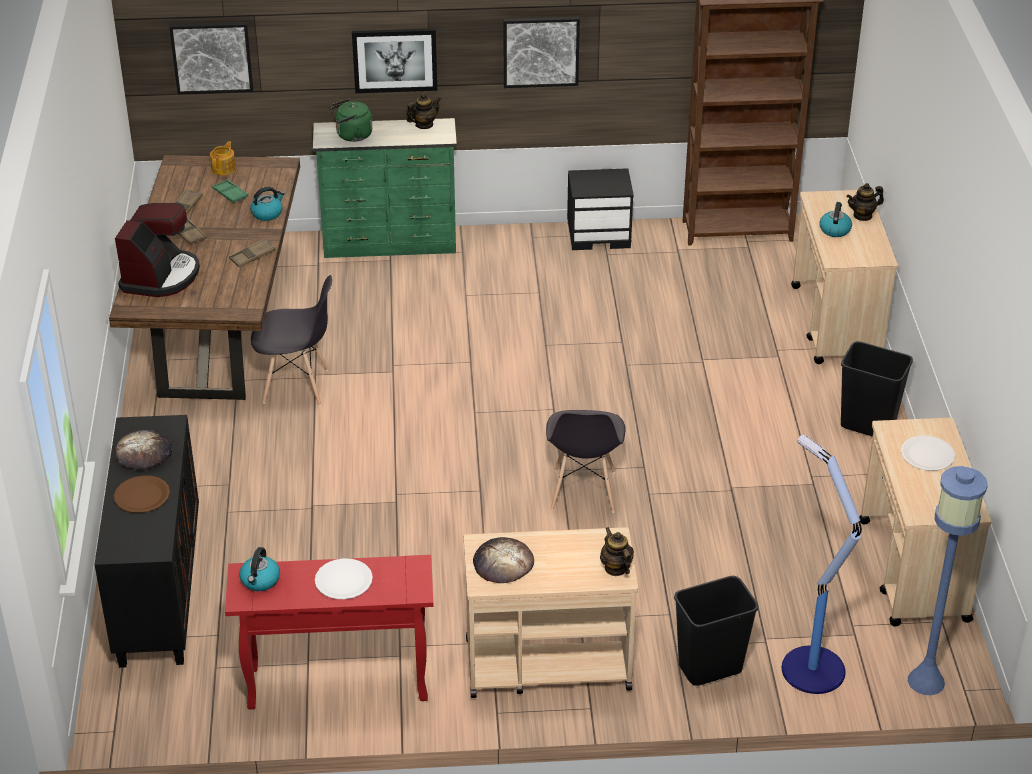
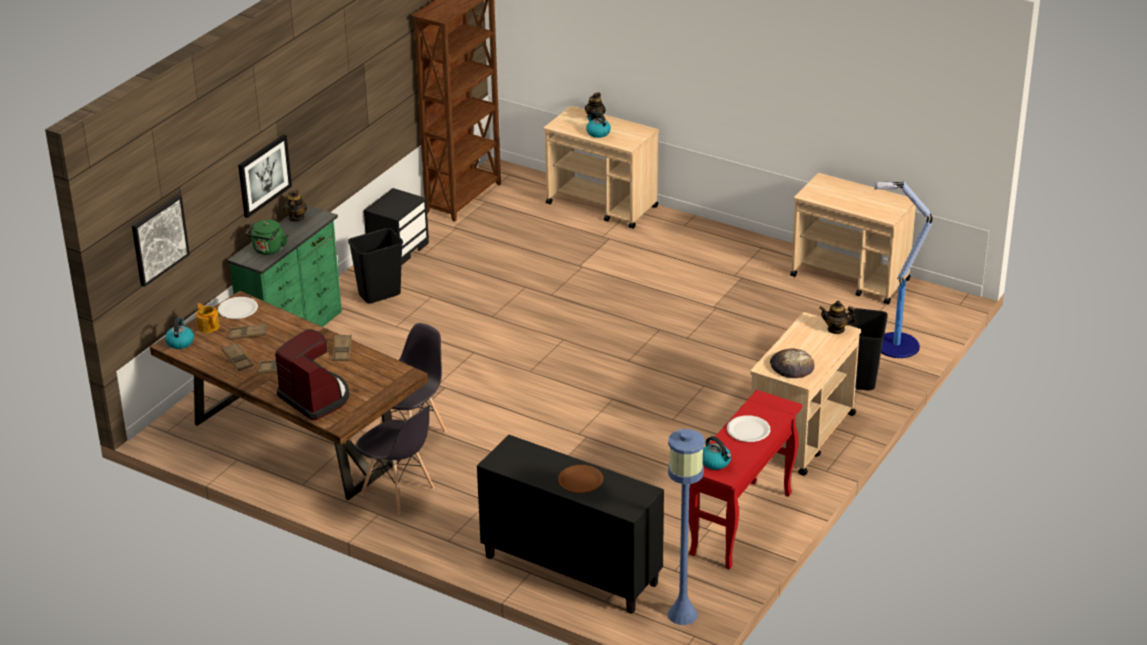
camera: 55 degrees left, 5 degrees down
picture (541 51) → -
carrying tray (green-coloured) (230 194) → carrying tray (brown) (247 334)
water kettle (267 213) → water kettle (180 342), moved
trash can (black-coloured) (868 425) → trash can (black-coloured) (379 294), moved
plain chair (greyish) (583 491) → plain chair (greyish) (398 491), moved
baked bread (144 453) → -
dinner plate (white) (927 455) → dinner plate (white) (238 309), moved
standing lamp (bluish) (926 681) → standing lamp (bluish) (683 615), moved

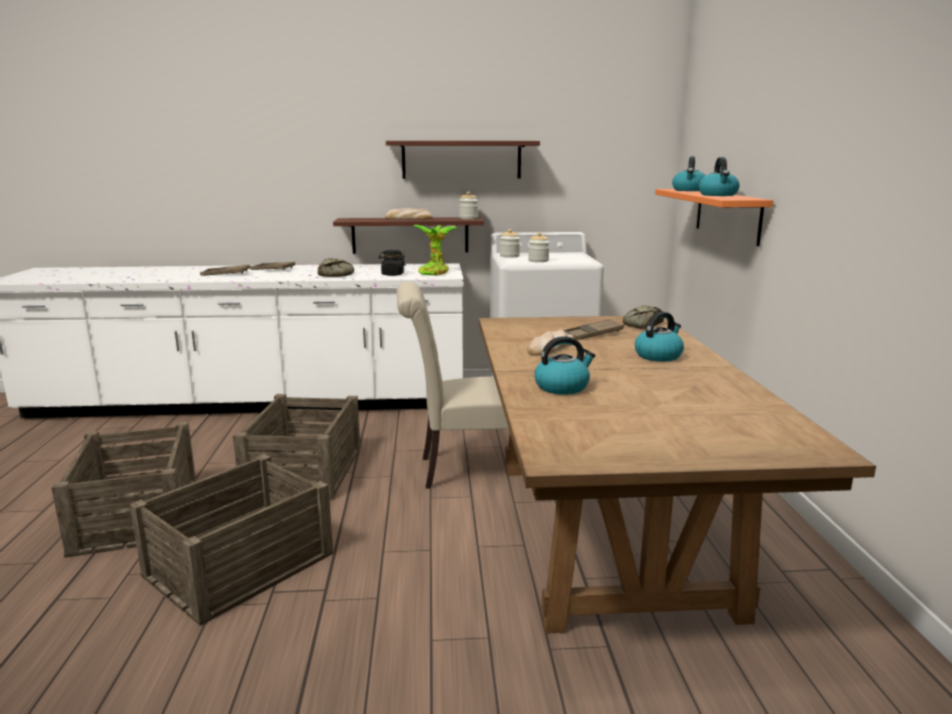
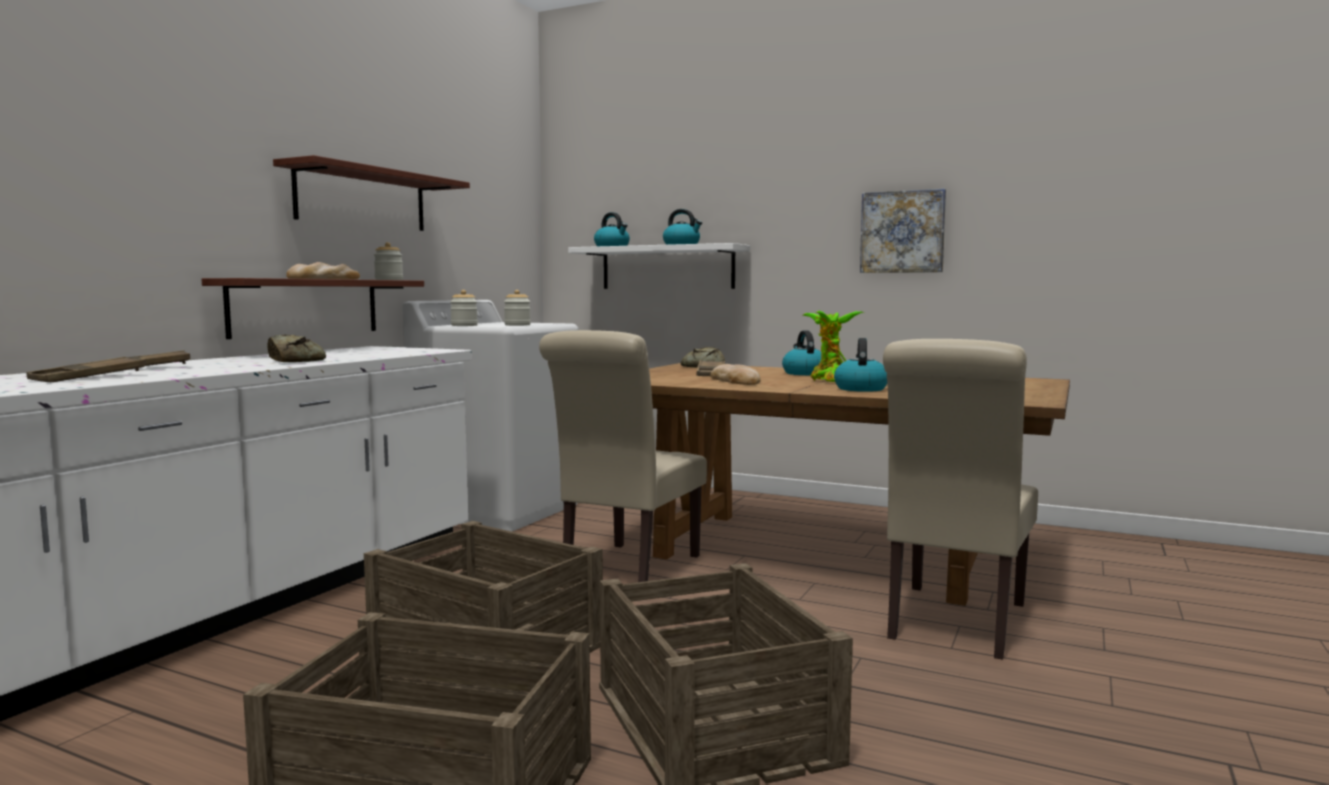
camera: 60 degrees left, 10 degrees down
wall shelf (orange-coloured) (727 215) → wall shelf (white) (667 268)
plant in a pot (434 272) → plant in a pot (831 381), moved
storage jar (black-coloured) (392 274) → -
- → picture (902 232)
- → plain chair (beige-coloured) (953 624)

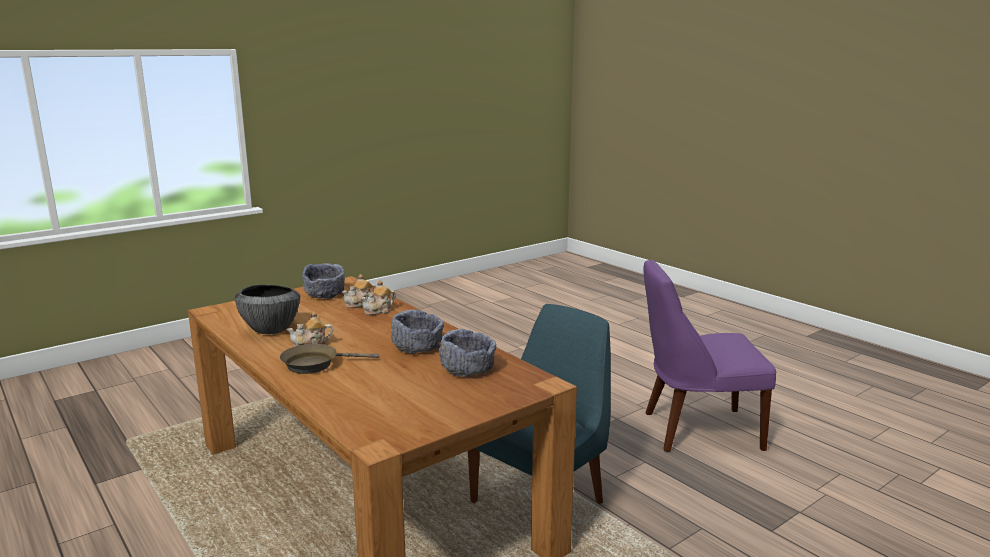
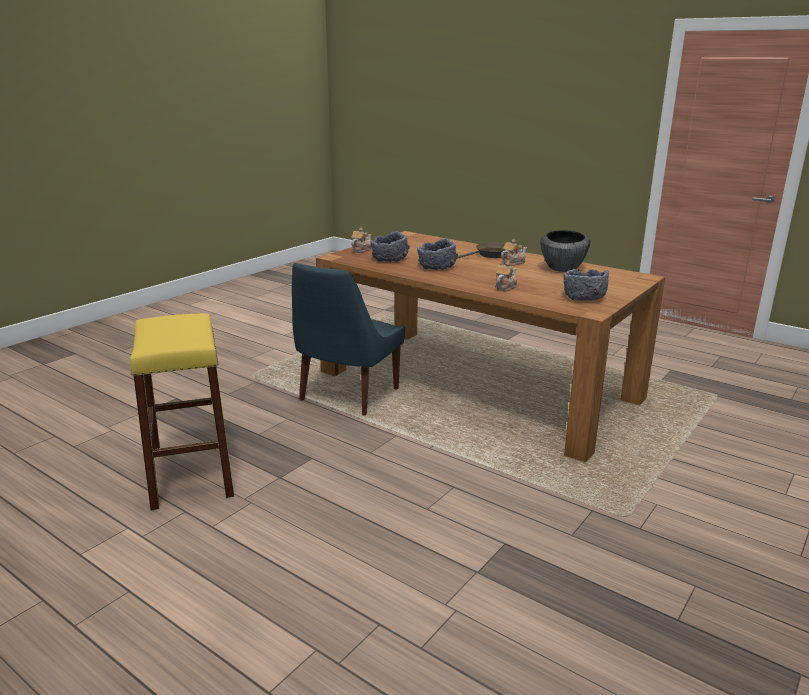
camera: 165 degrees right, 5 degrees up
plain chair (purple) (696 430) → sitting stool (yellow) (191 474)
teapot (360 304) → teapot (361 250), moved

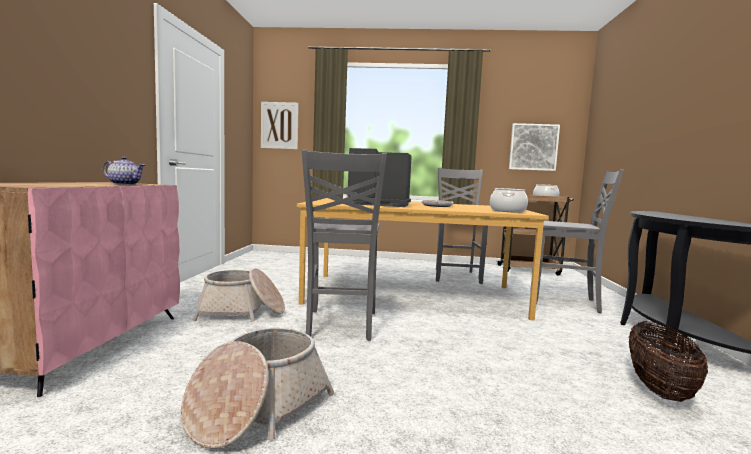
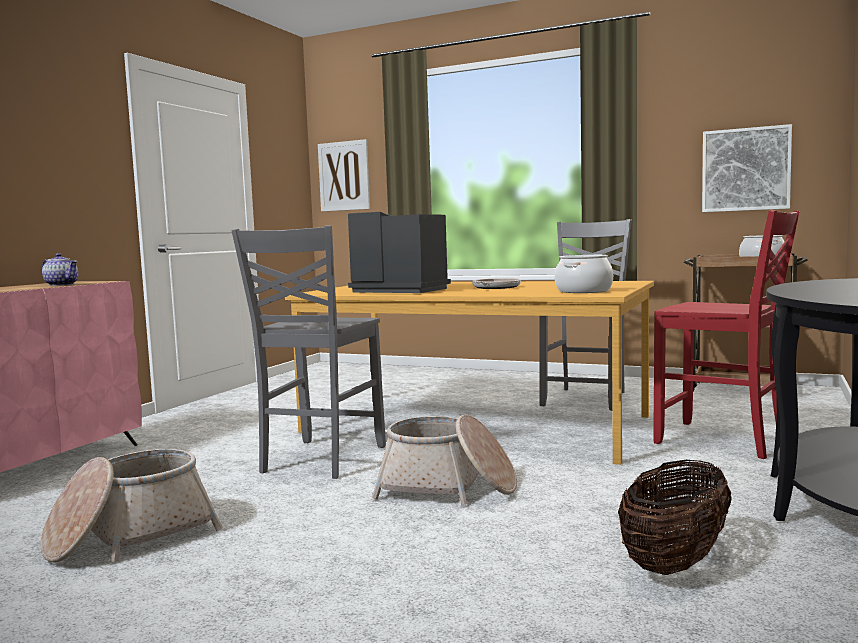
camera: 20 degrees right, 0 degrees up
plain chair (greyish) (565 302) → plain chair (reddish) (723 441)
storage basket (242 312) → storage basket (447 488), moved

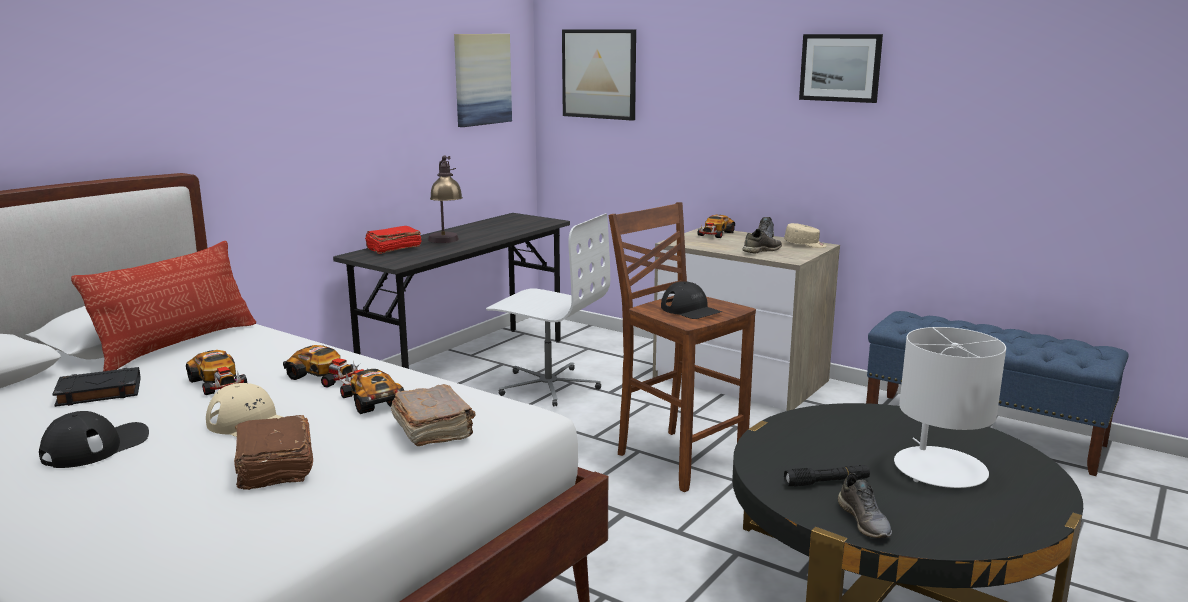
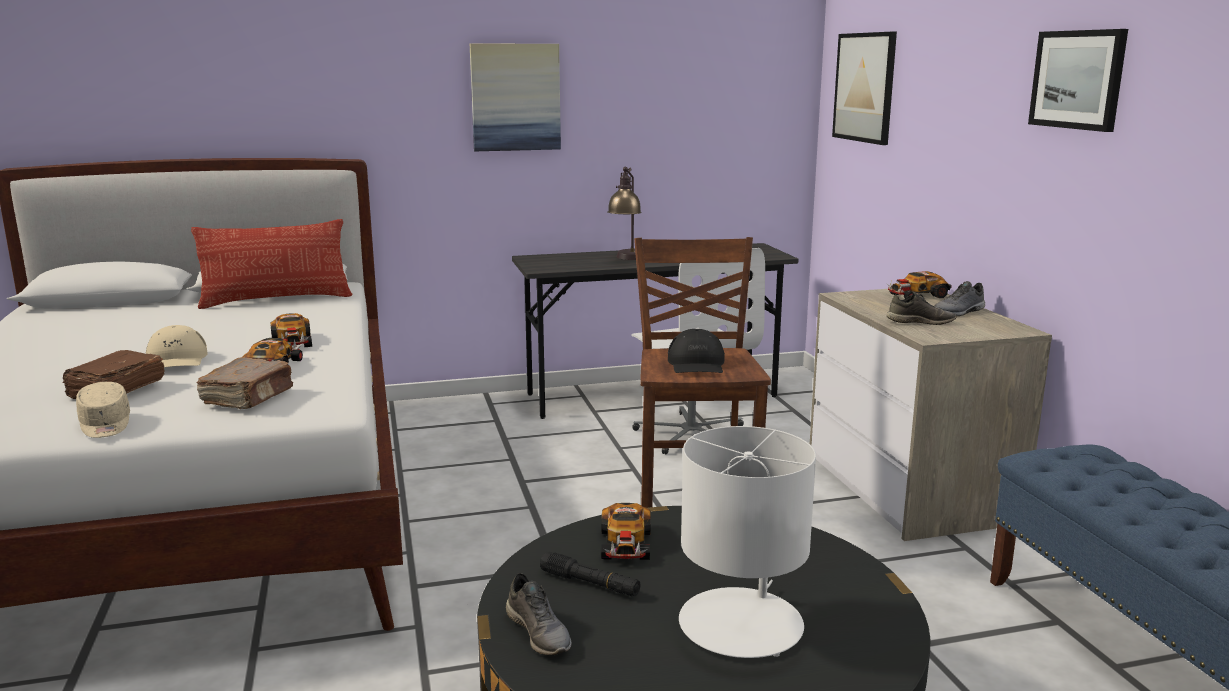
camera: 40 degrees right, 0 degrees up
picture (482 79) → picture (515 97), moved
cap (beige-coloured) (805 245) → cap (beige-coloured) (105 425), moved
volume (reddish) (393 249) → -
toy car (218 383) → toy car (625 545), moved
volume (black-coloured) (98 392) → -
cap (black-coloured) (96 447) → -
shoe (greyish) (865 521) → shoe (greyish) (540 632), 60 degrees counterclockwise

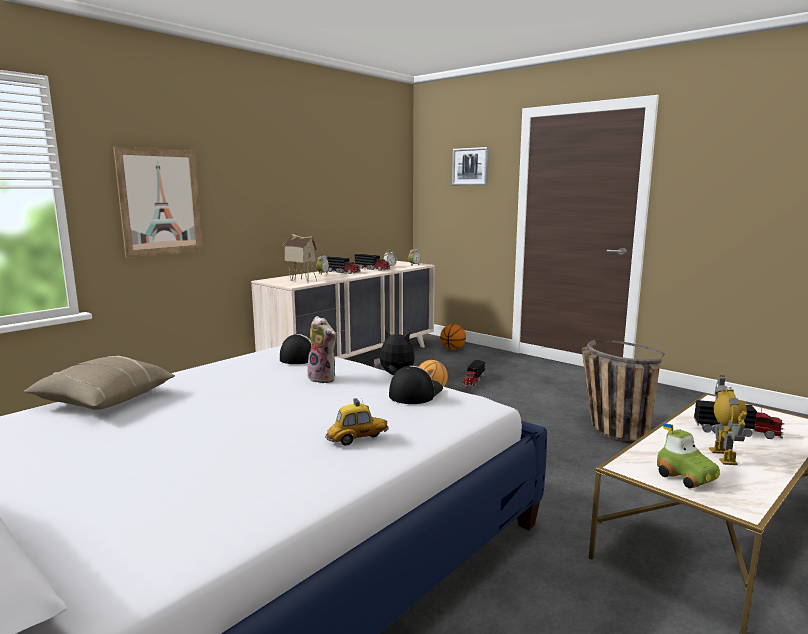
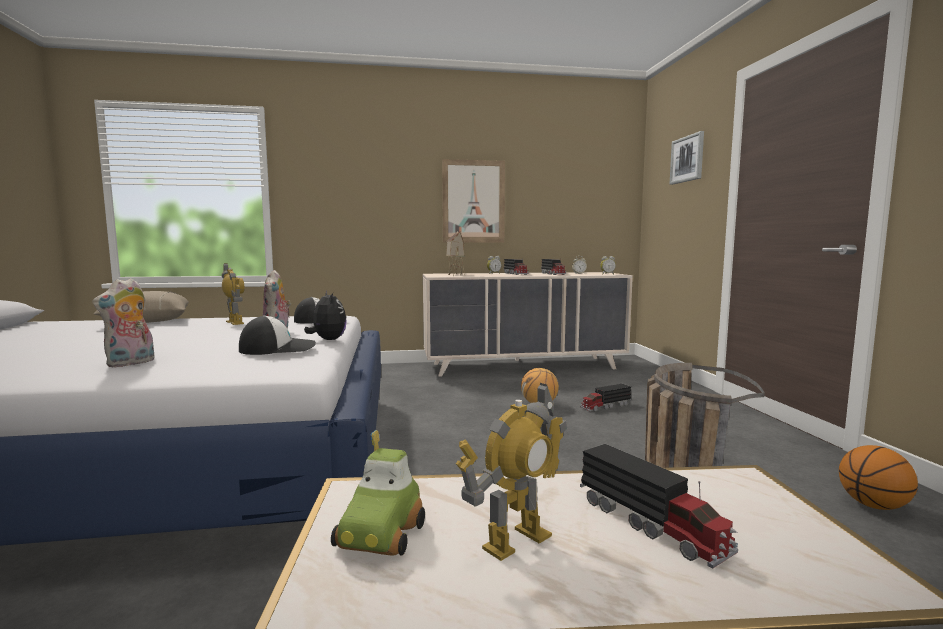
camera: 40 degrees right, 5 degrees down
picture (160 202) → picture (473 201), moved
basketball (453 349) → basketball (873 505), moved
toy car (357 439) → soft toy (131 363)
- → robot figure (235 322)

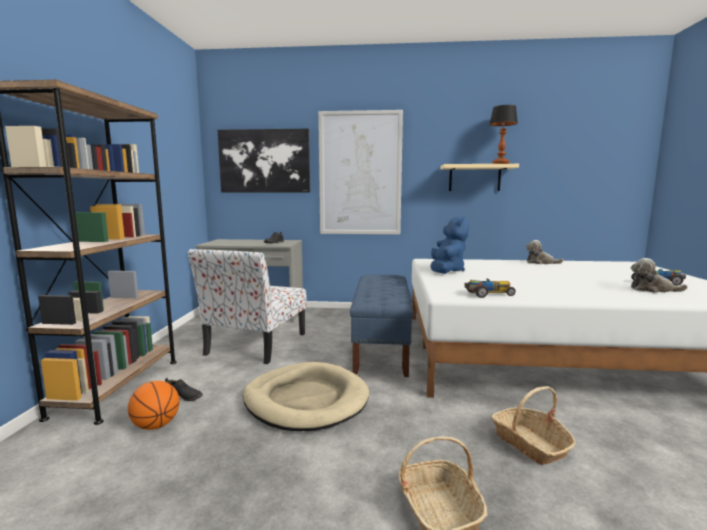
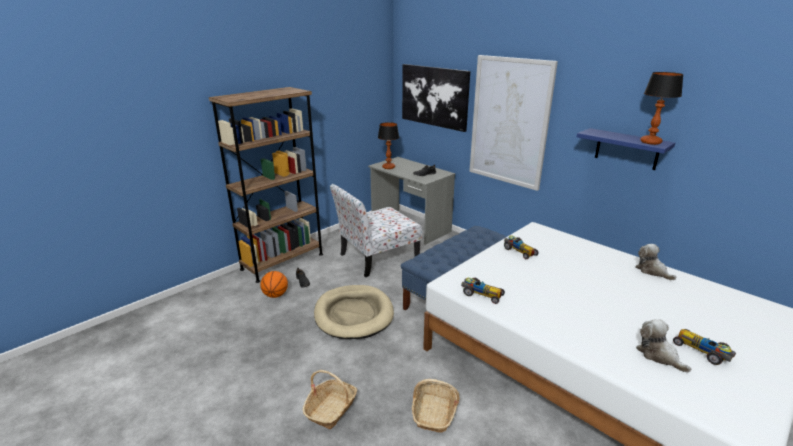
camera: 40 degrees right, 15 degrees up
wall shelf (beige-coloured) (474 178) → wall shelf (bluish) (627 149)
soft toy (bluish) (446 270) → toy car (519 251)
- → tabletop lamp (388 167)

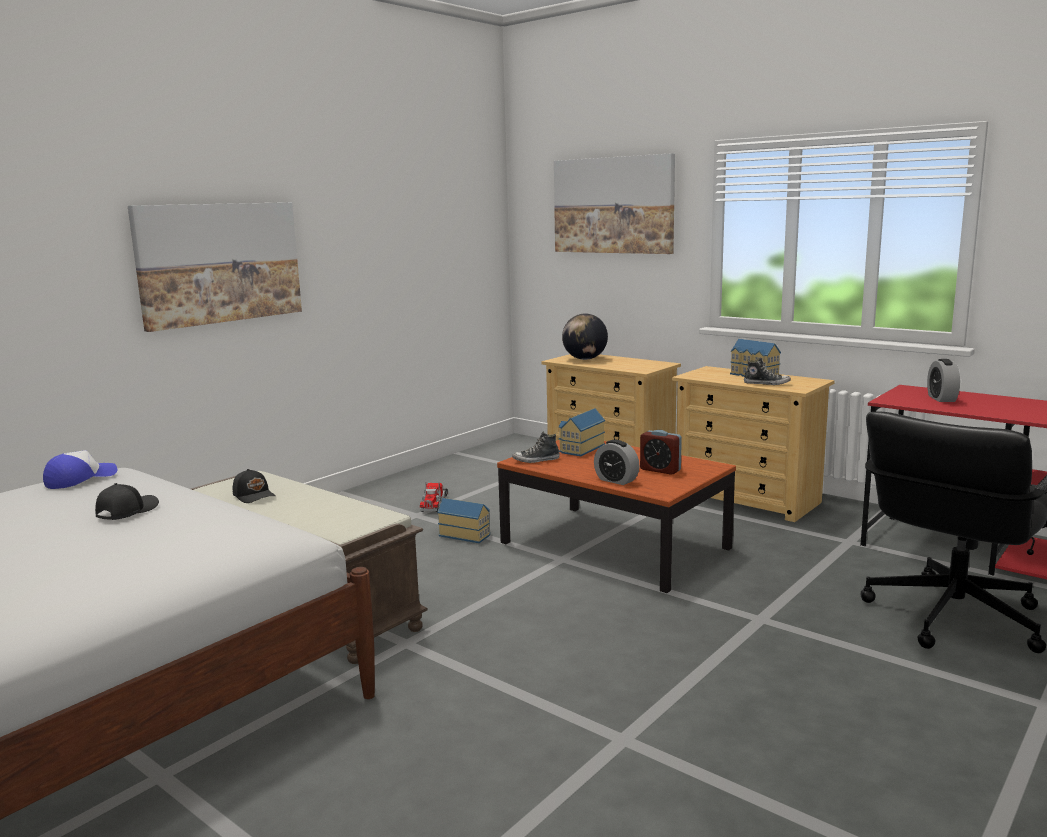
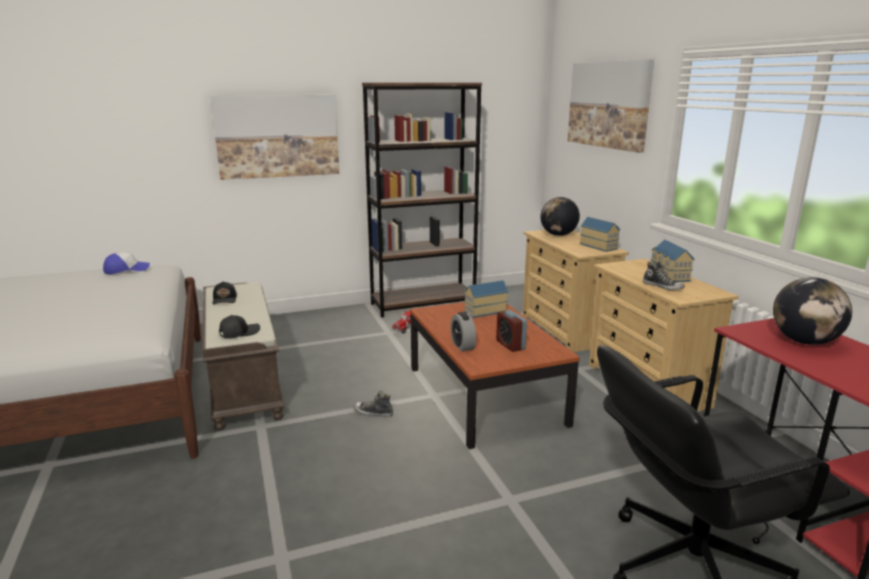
camera: 30 degrees right, 5 degrees up
alarm clock (941 398) → world globe (804 341)
shoe (536 460) → shoe (373 413), moved
cap (black-coloured) (126 511) → cap (black-coloured) (239 332), moved
toy house (465 534) → toy house (599 246), moved
- → bookshelf (brown) (423 304)

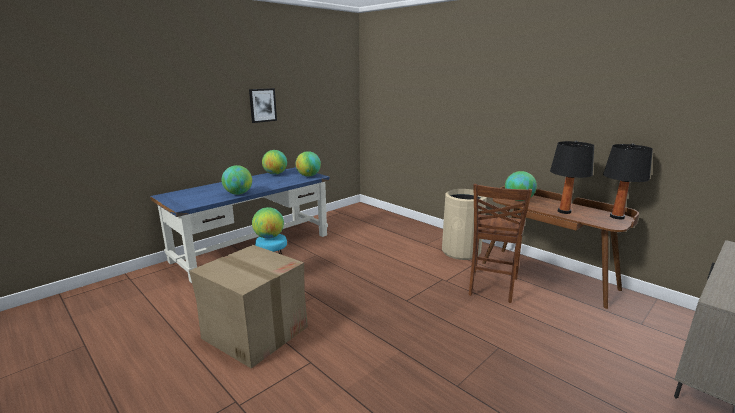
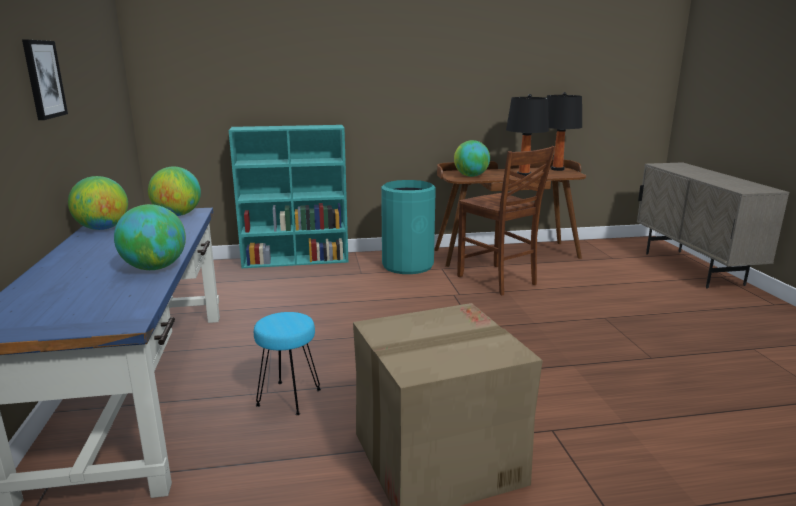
camera: 55 degrees left, 0 degrees up
trash can (beige-coloured) (461 251) → trash can (turquoise) (407 265)
world globe (269 237) → -
- → bookshelf (turquoise) (296 260)

